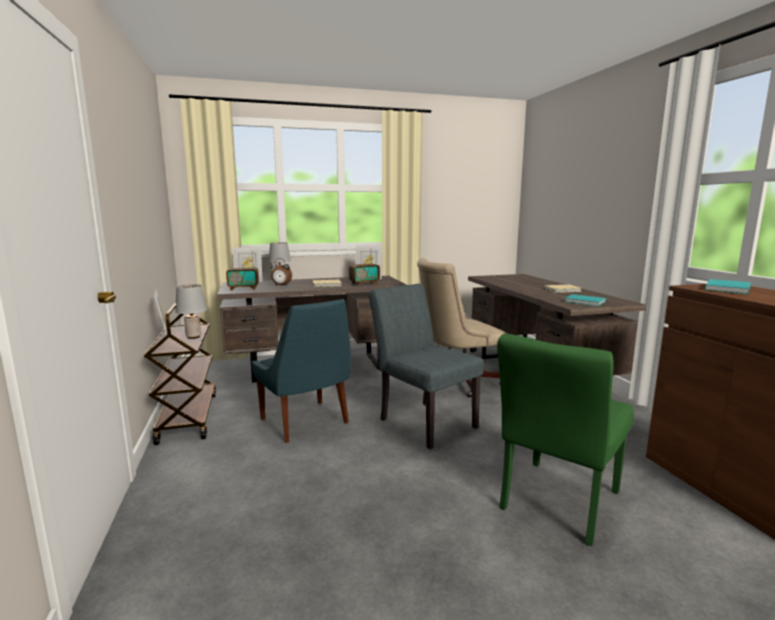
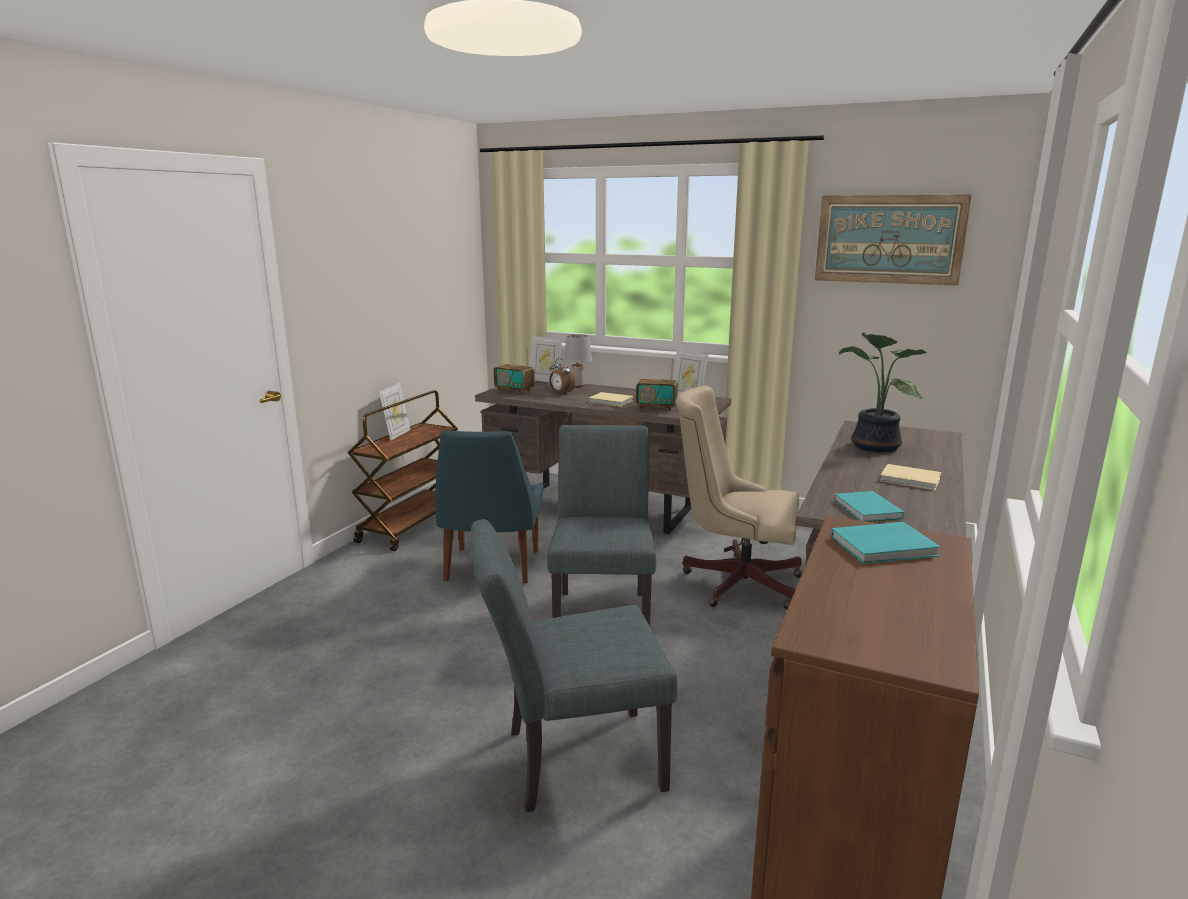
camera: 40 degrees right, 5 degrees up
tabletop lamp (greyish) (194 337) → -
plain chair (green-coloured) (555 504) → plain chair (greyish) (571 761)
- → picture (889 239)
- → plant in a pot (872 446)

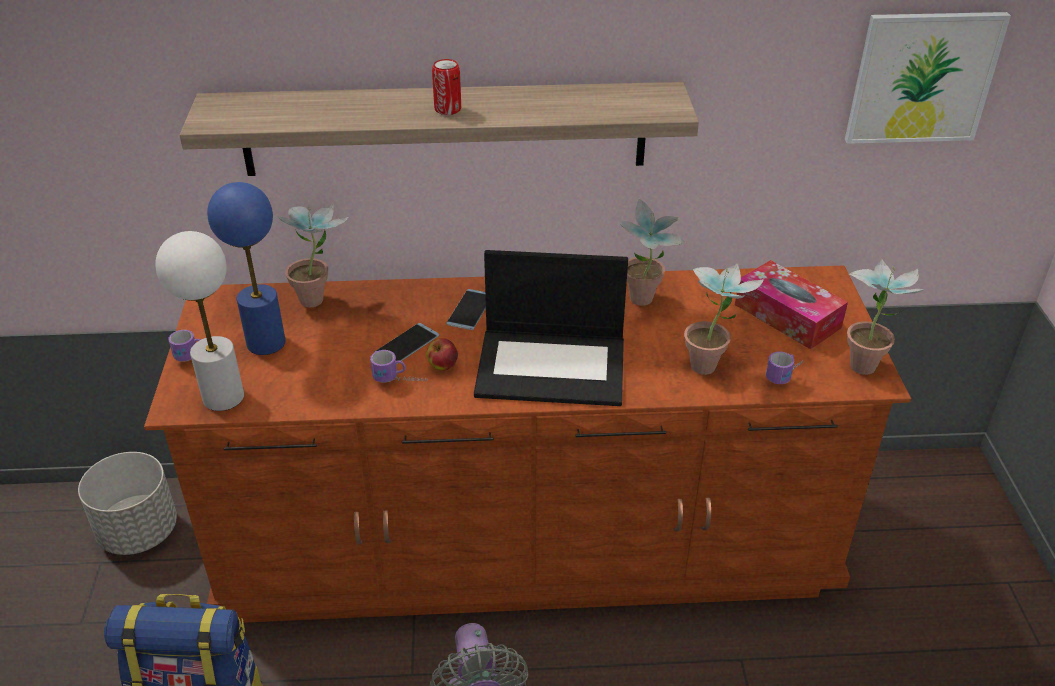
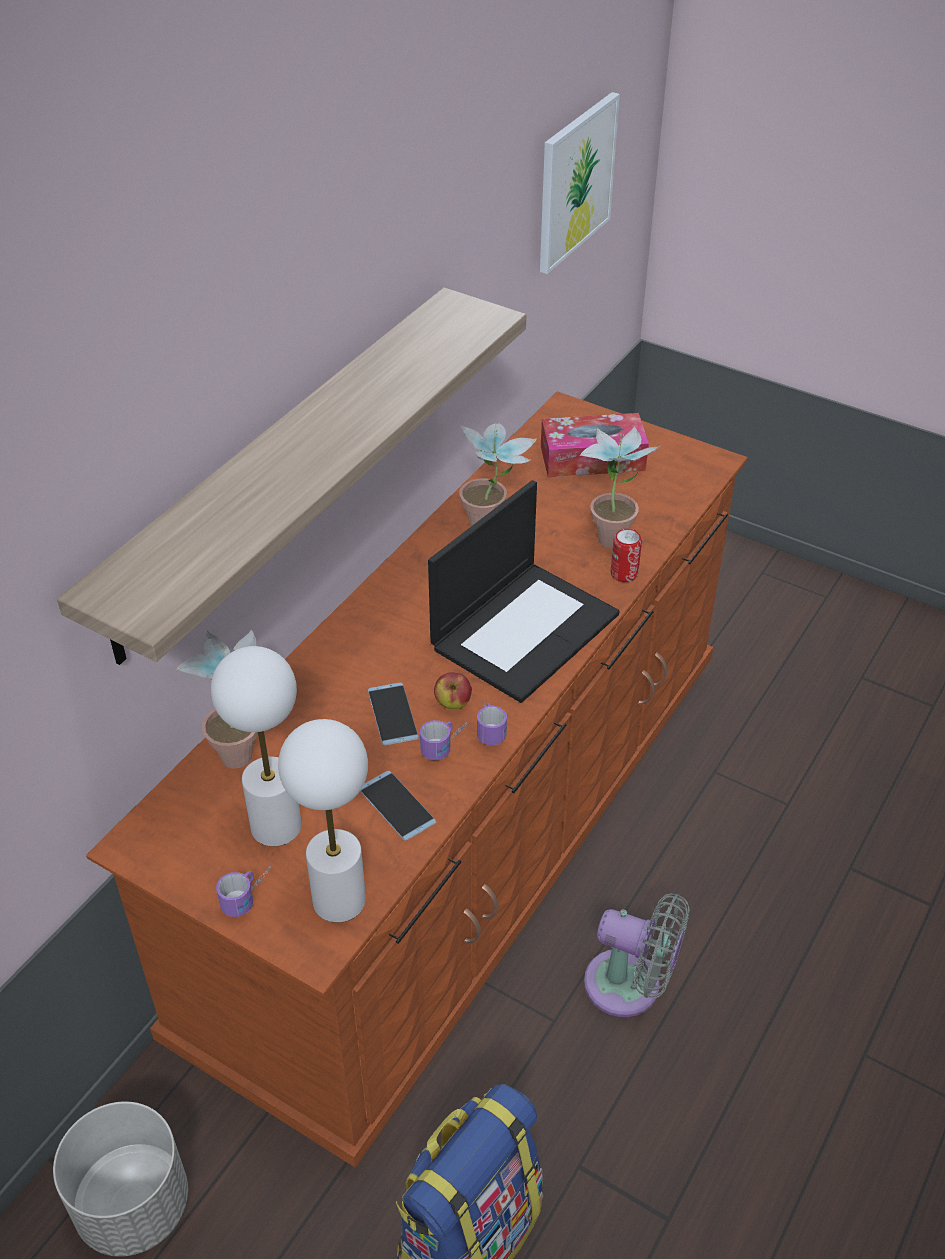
camera: 55 degrees left, 5 degrees up
can (448 109) → can (624 574), moved
tabletop lamp (bluish) (266 342) → tabletop lamp (white) (275 826)
plant in a pot (867 361) → -
handset (470 310) → handset (396 806), moved
mug (786 376) → mug (489 727), moved

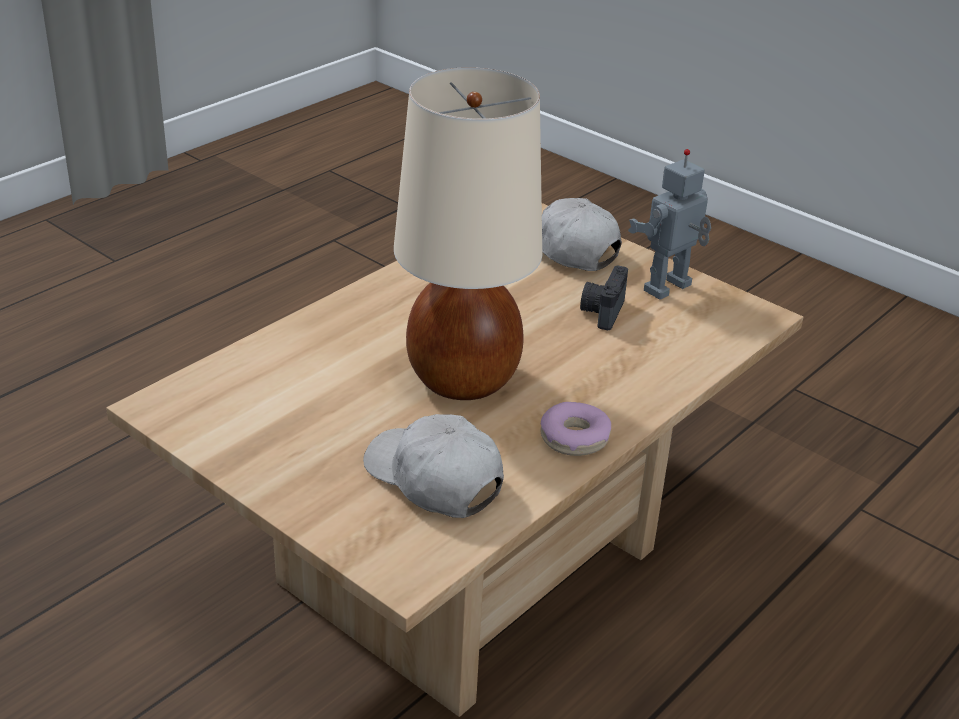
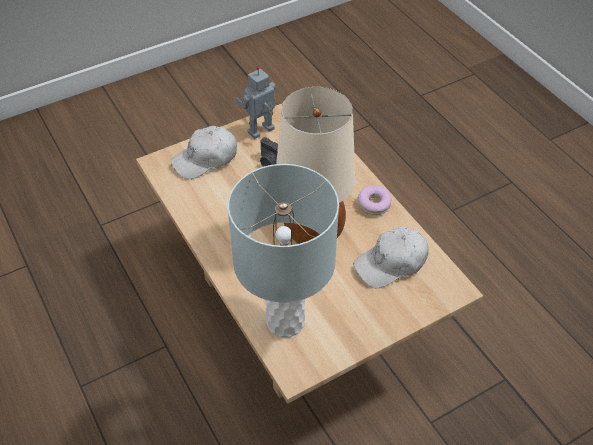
camera: 70 degrees left, 15 degrees up
robot figure (669 289) → robot figure (262 132), 75 degrees clockwise
- → tabletop lamp (greyish) (285 321)

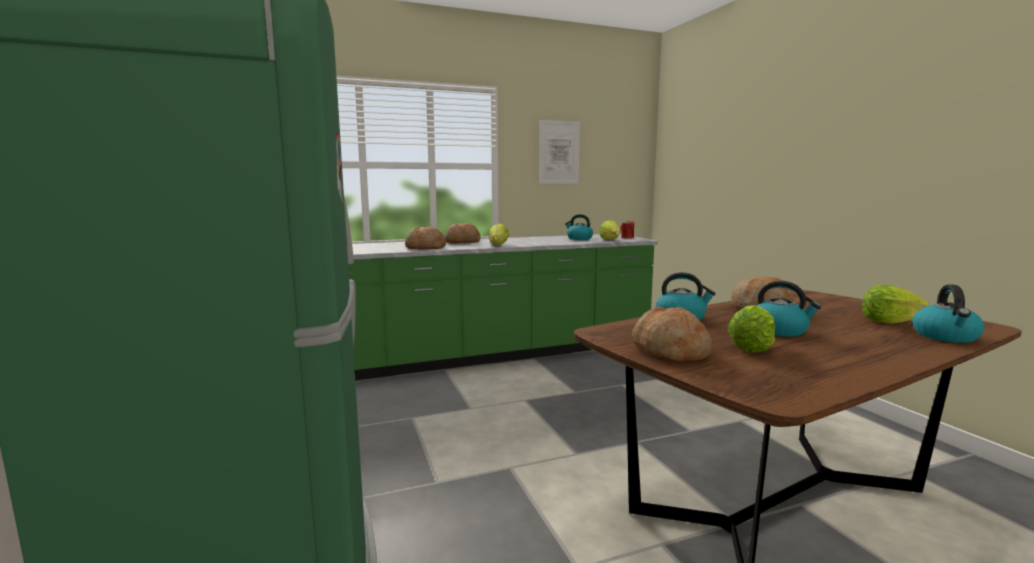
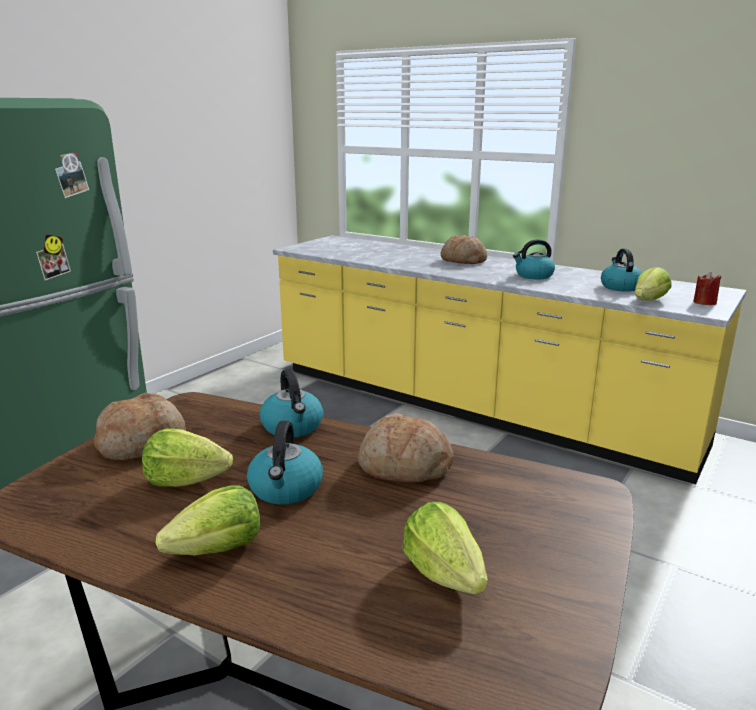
camera: 55 degrees right, 10 degrees up
picture (559 152) → -
lettuce head (498 245) → lettuce head (218 549), moved
baked bread (425 248) → -
kitchen base unit (green-coloured) (486 355) → kitchen base unit (yellow) (472 407)
water kettle (946 336) → water kettle (533 276), moved

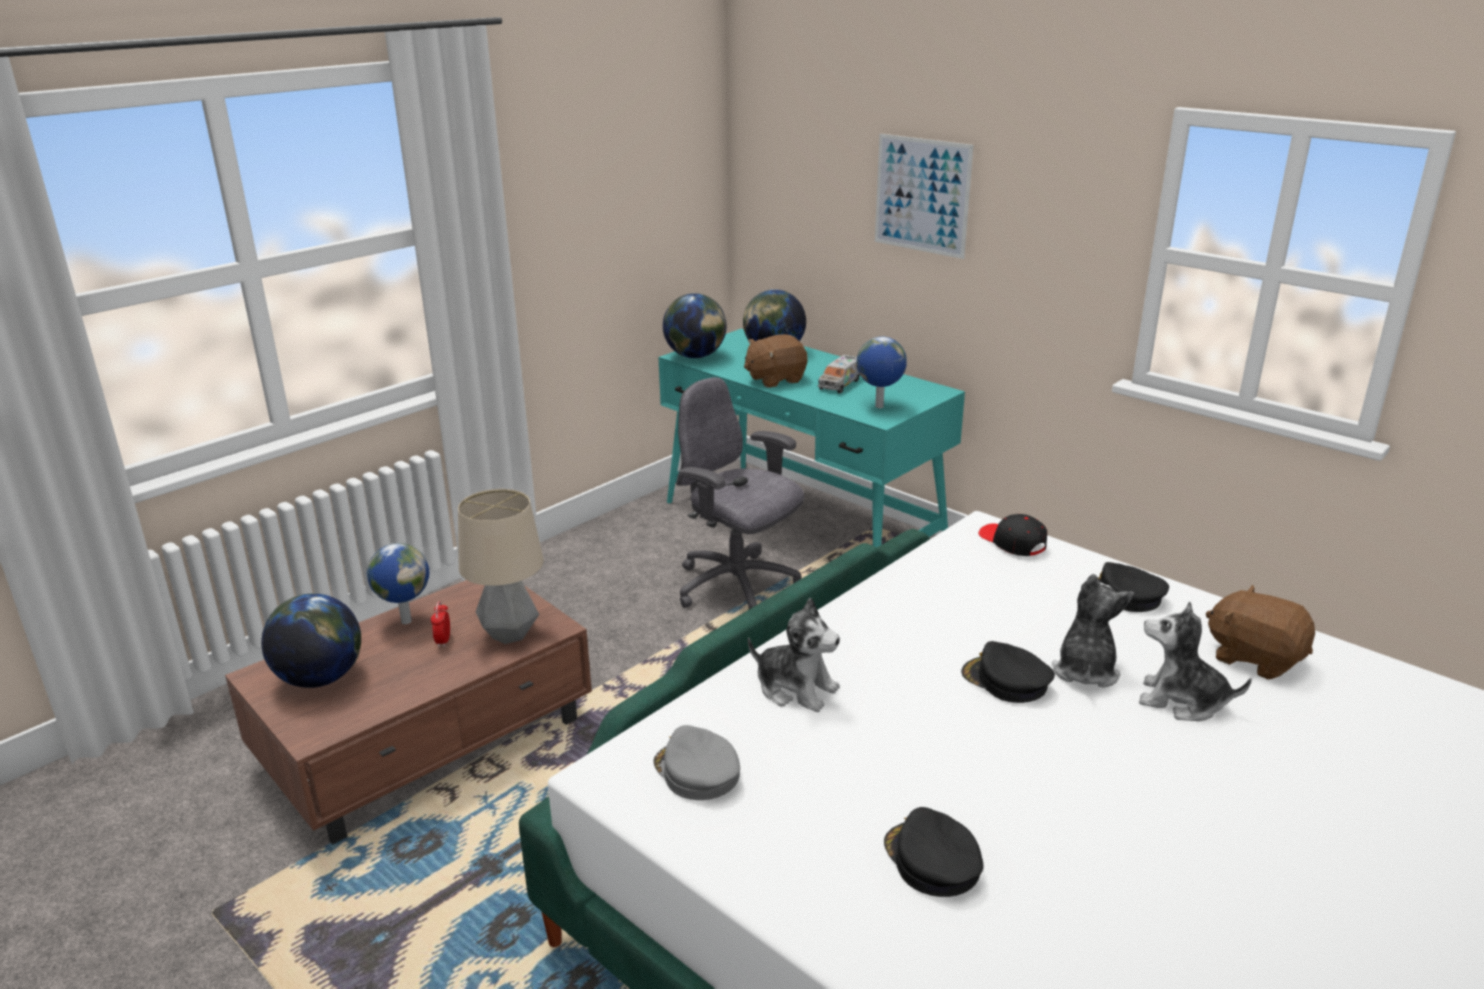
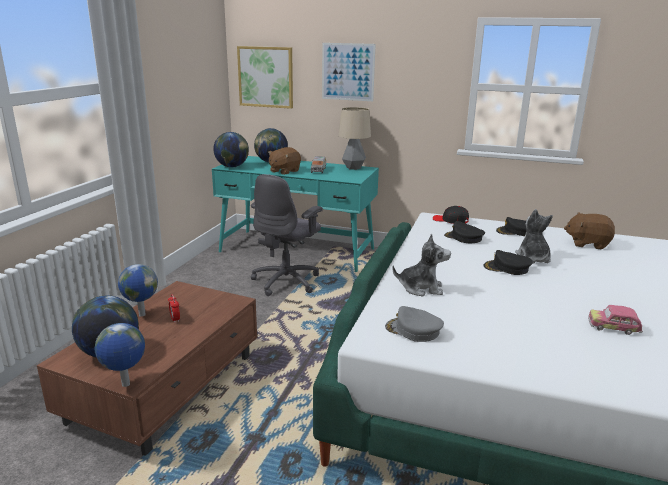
camera: 25 degrees left, 5 degrees down
world globe (879 407) → world globe (126 385), moved
office chair (greyish) (737 587) → office chair (greyish) (287 281), 75 degrees counterclockwise
tabletop lamp (509 634) → tabletop lamp (353 168), moved
soft toy (1181 701) → -
cap (black-coloured) (931 860) → cap (black-coloured) (463 238), moved
- → picture (266 77)
- → toy car (613 328)

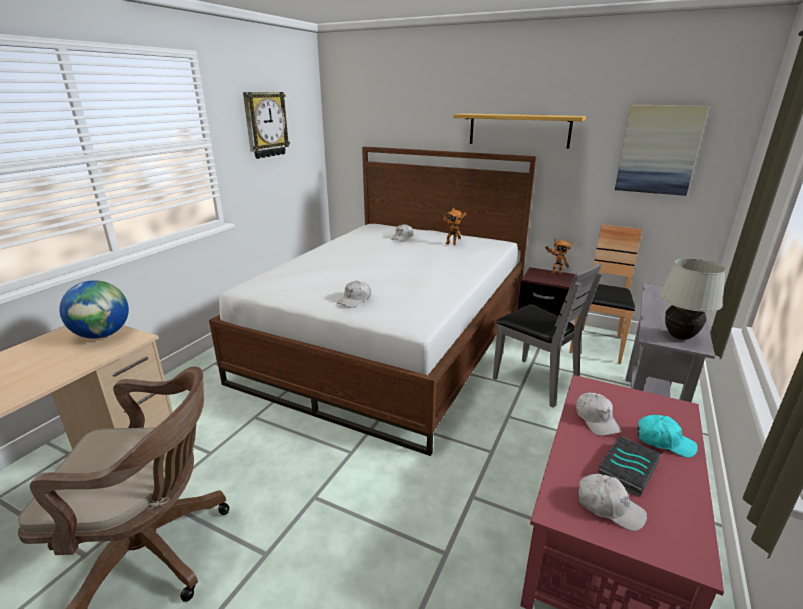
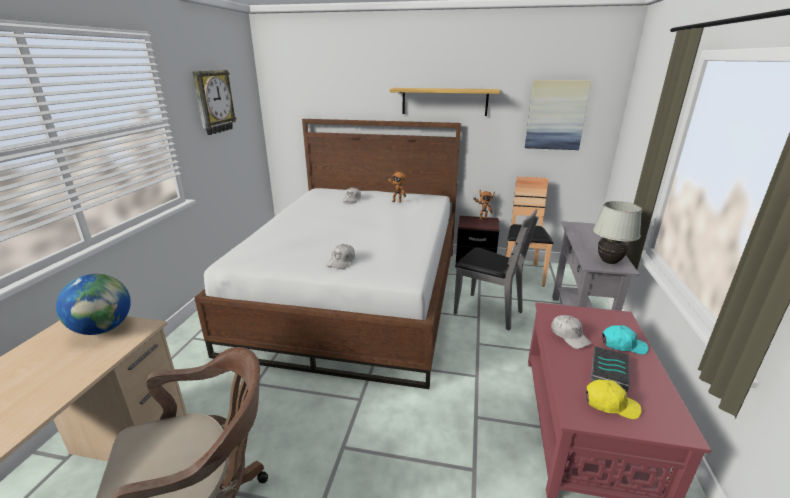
camera: 15 degrees left, 0 degrees up
cap (white) (609 507) → cap (yellow) (610 404)

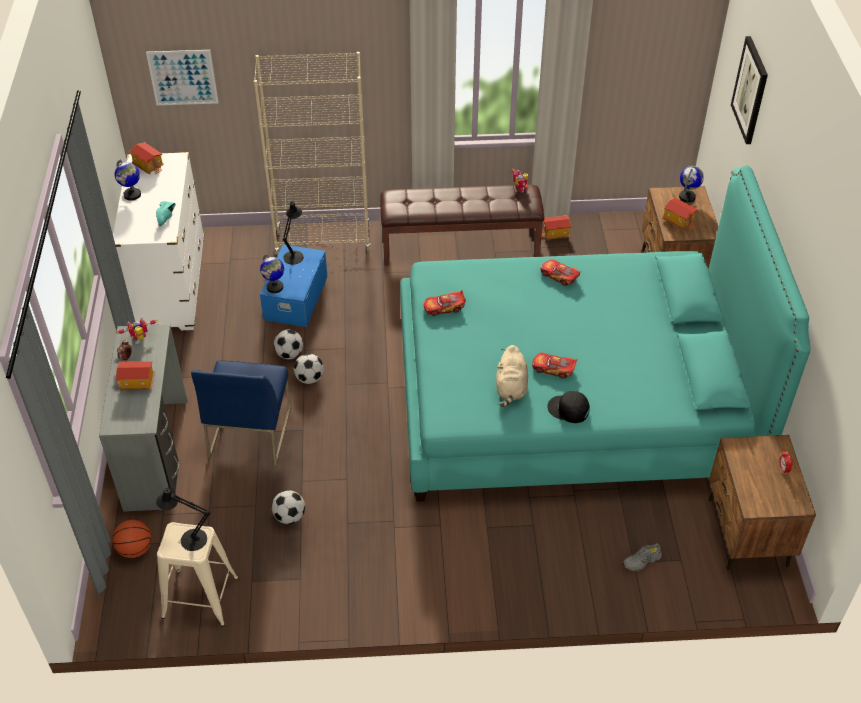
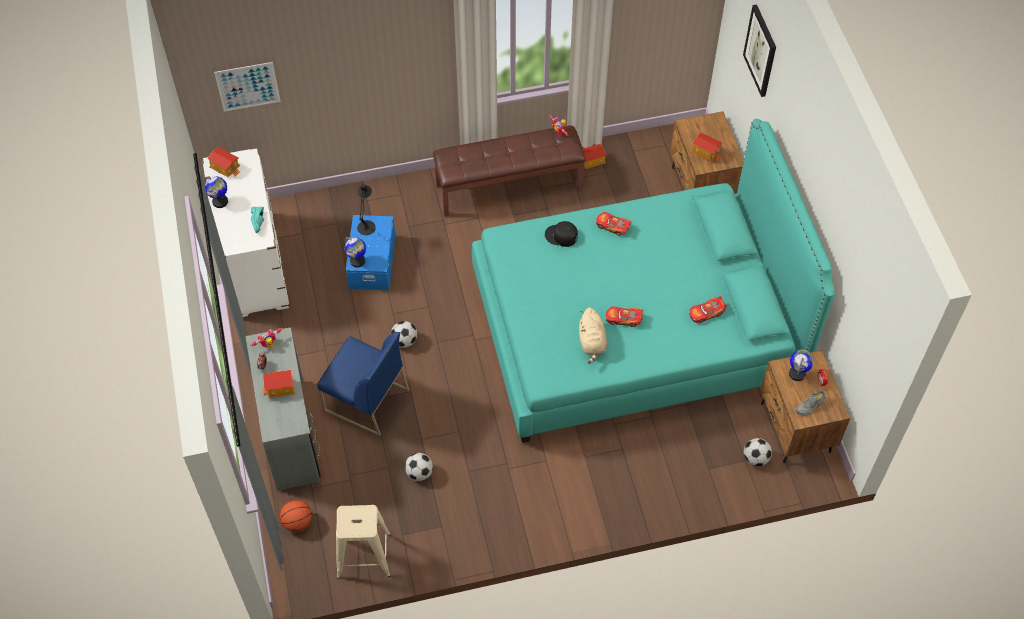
camera: 10 degrees left, 10 degrees up
bookshelf (beige-coloured) (323 241) → -
world globe (687 197) → world globe (797 373), moved
toy car (444 307) → toy car (706 313), moved
football ball (289 354) → football ball (755 458), moved
plain chair (bluish) (250 432) → plain chair (bluish) (365 400), 60 degrees counterclockwise
cap (black-coloured) (568 410) → cap (black-coloured) (561 236), moved
tabletop lamp (black-coloured) (189 539) → -
shoe (greyish) (642 561) → shoe (greyish) (810 406), moved

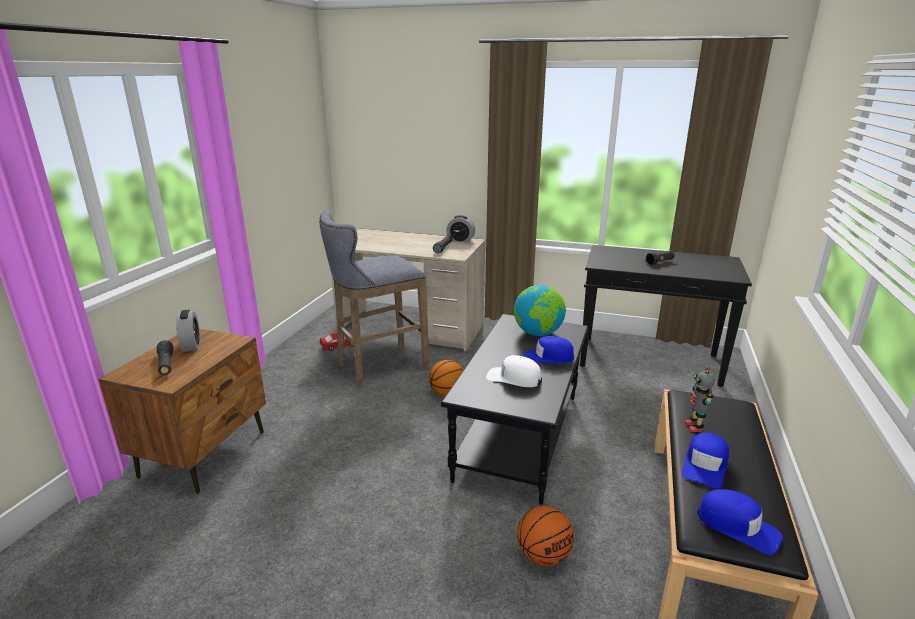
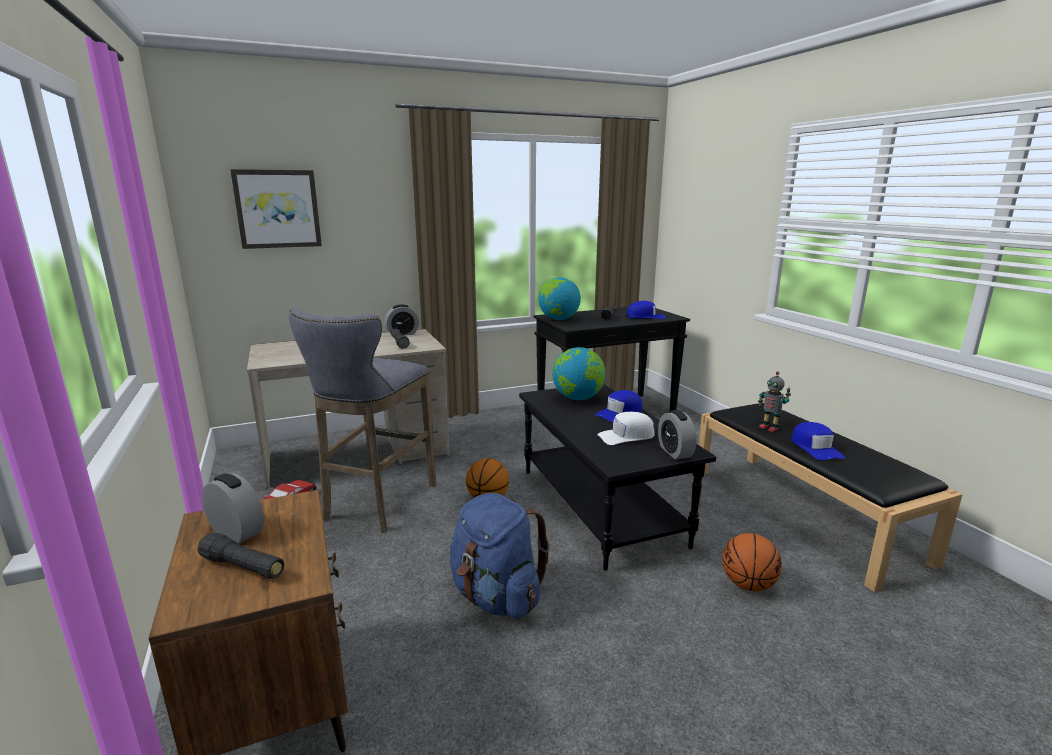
camera: 40 degrees left, 5 degrees down
cap (bluish) (738 526) → cap (bluish) (645 317), moved
- → picture (278 209)
- → world globe (558 319)
- → alarm clock (675 452)
- → rucksack (bluish) (496 597)

